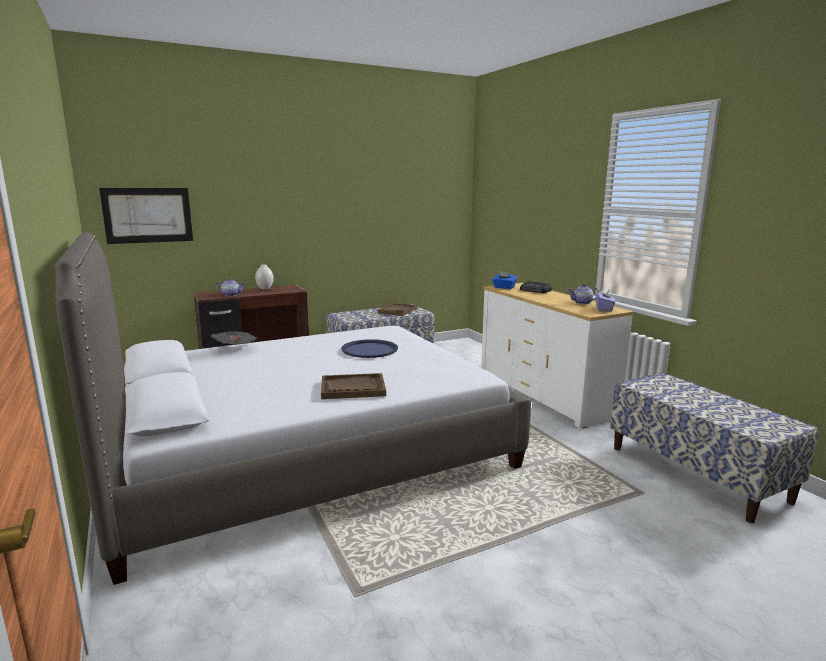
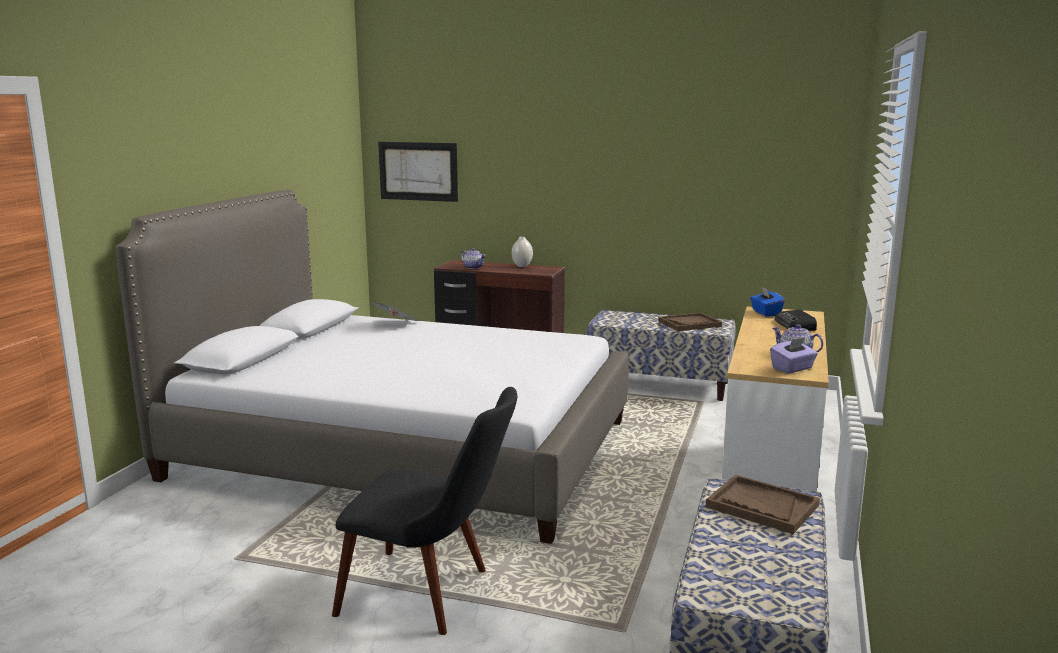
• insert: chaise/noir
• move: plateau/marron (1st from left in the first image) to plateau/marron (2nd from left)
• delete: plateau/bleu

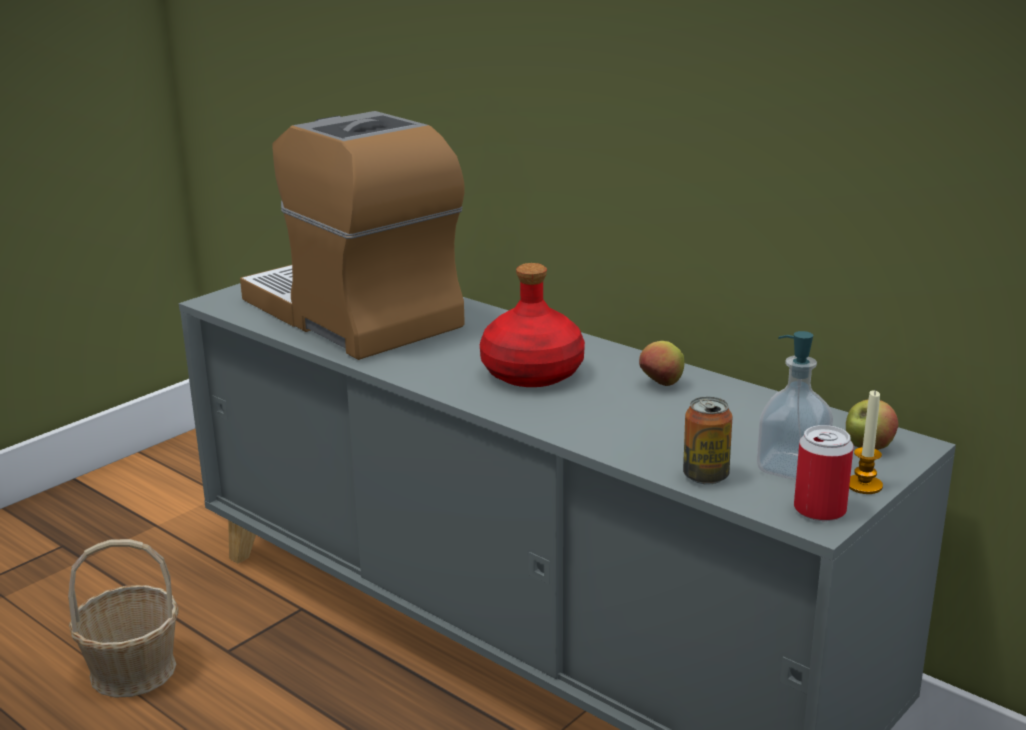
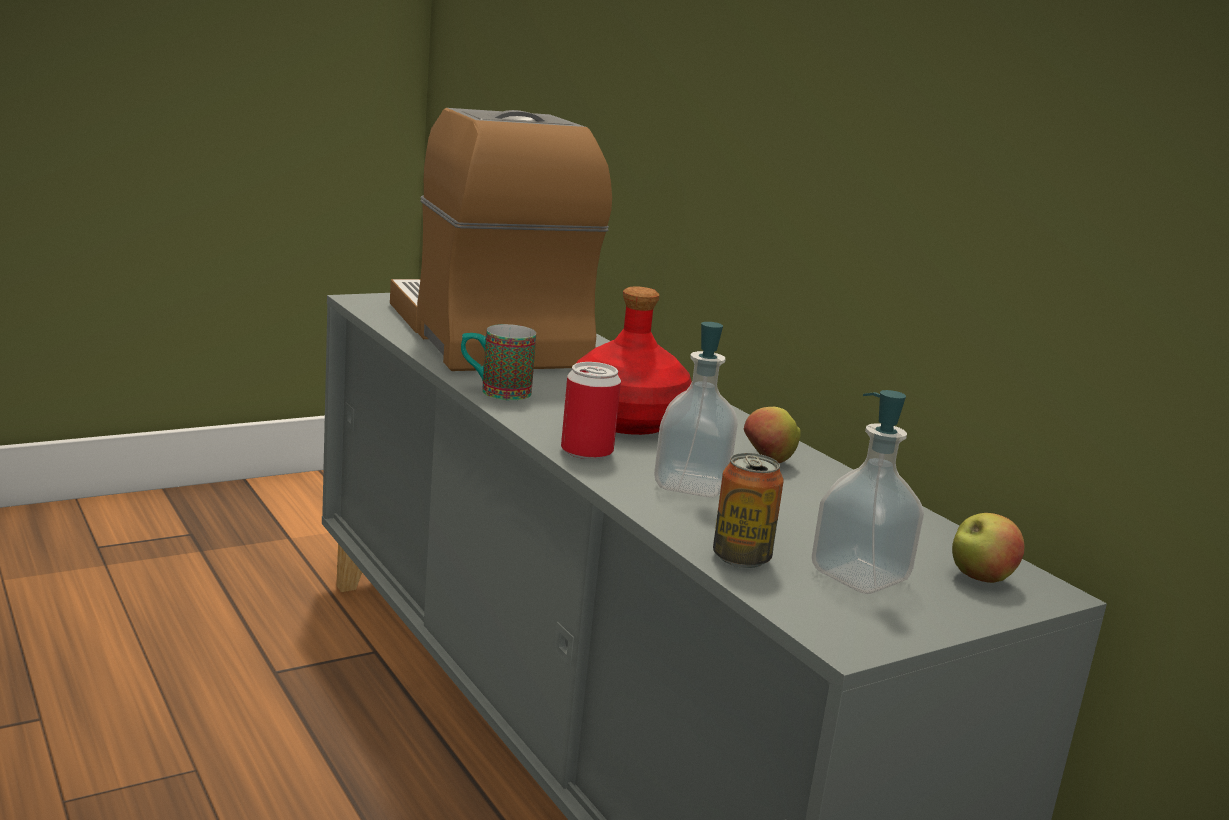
• insert: mug
• move: boîte métallique (2nd from left in the first image) to boîte métallique (1st from left)
• insert: distributeur de savon (1st from left)
• delete: panier
• delete: bougie

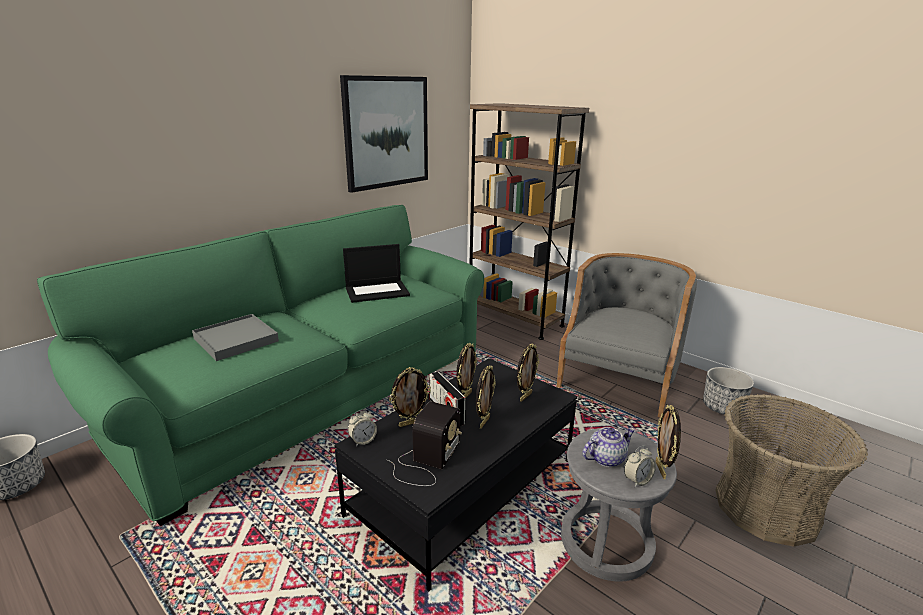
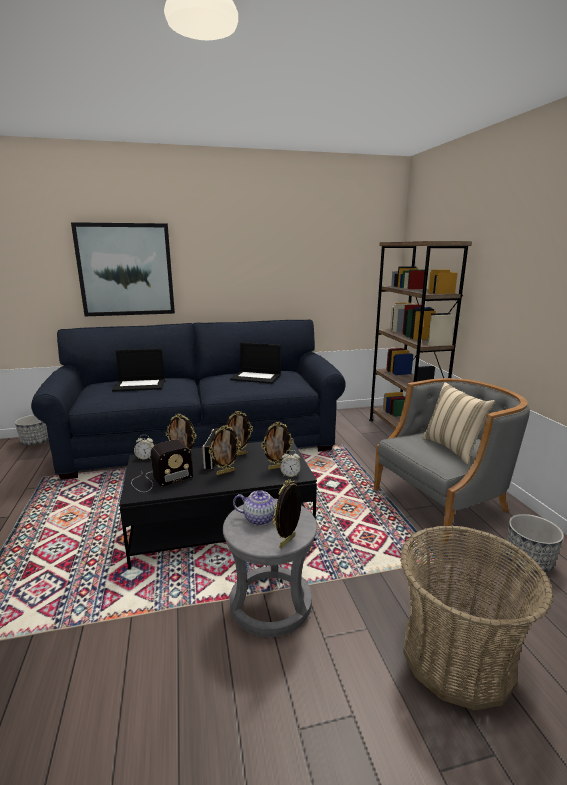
• recolor: canapé/vert to canapé/bleu
• move: tableau
• replace: plateau/gris to ordinateur portable (1st from left)
• move: réveil (2nd from left)
• insert: coussin/beige

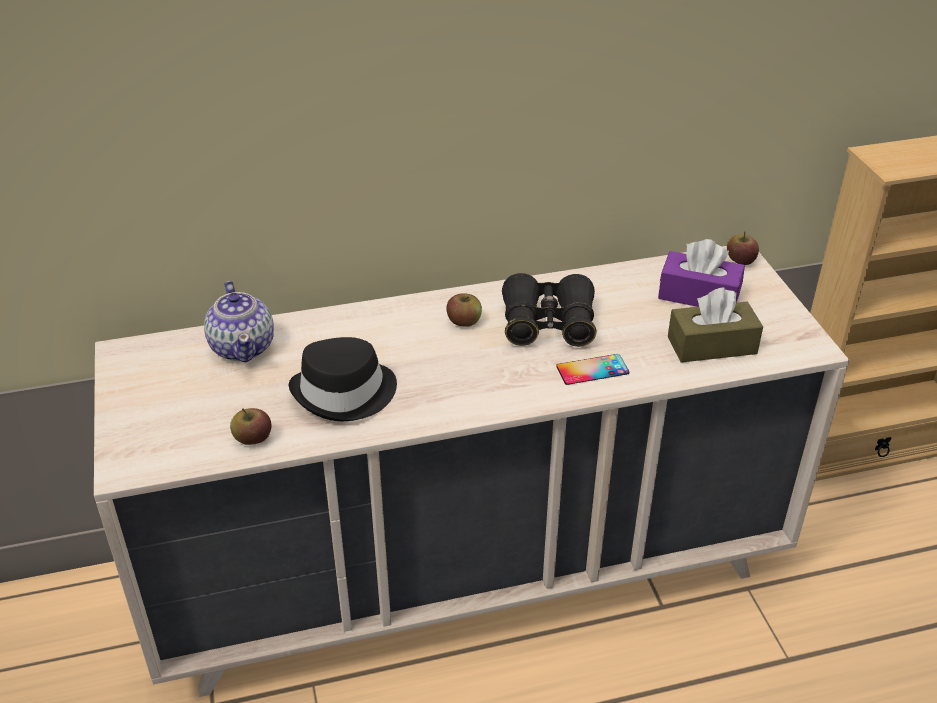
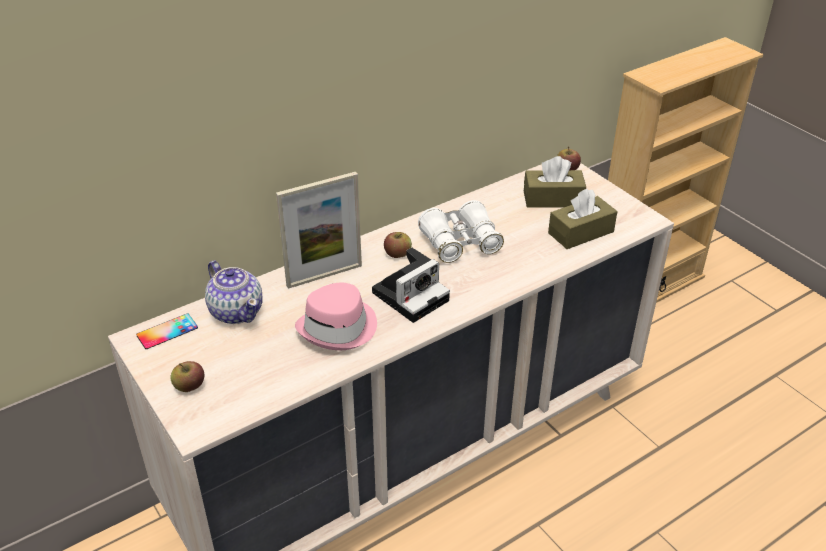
• move: téléphone
• move: pomme (1st from left)
• insert: cadre photo
• recolor: chapeau/noir to chapeau/rose
• insert: appareil photo
• recolor: jumelles/noir to jumelles/blanc
• recolor: boîte à mouchoirs/violet to boîte à mouchoirs/marron (1st from left)

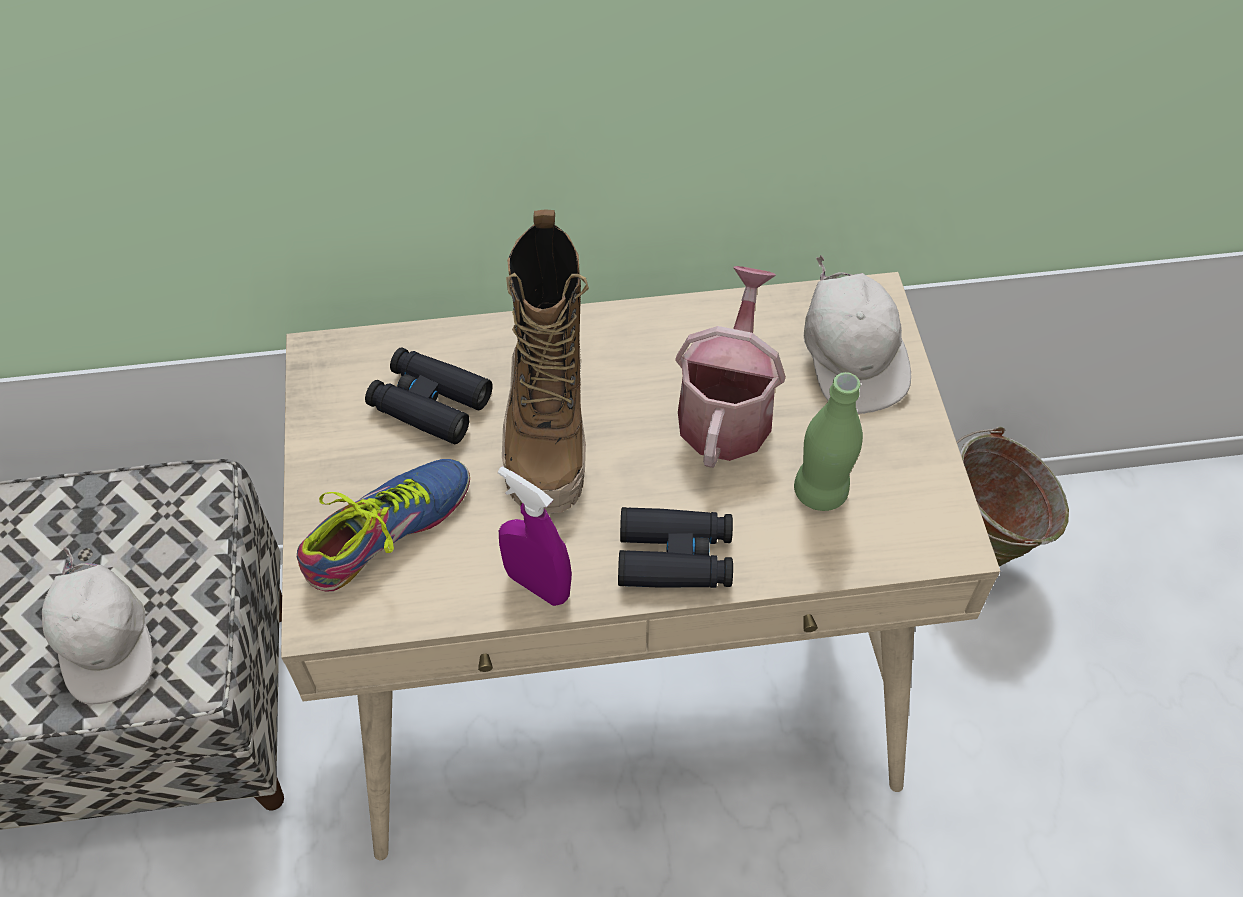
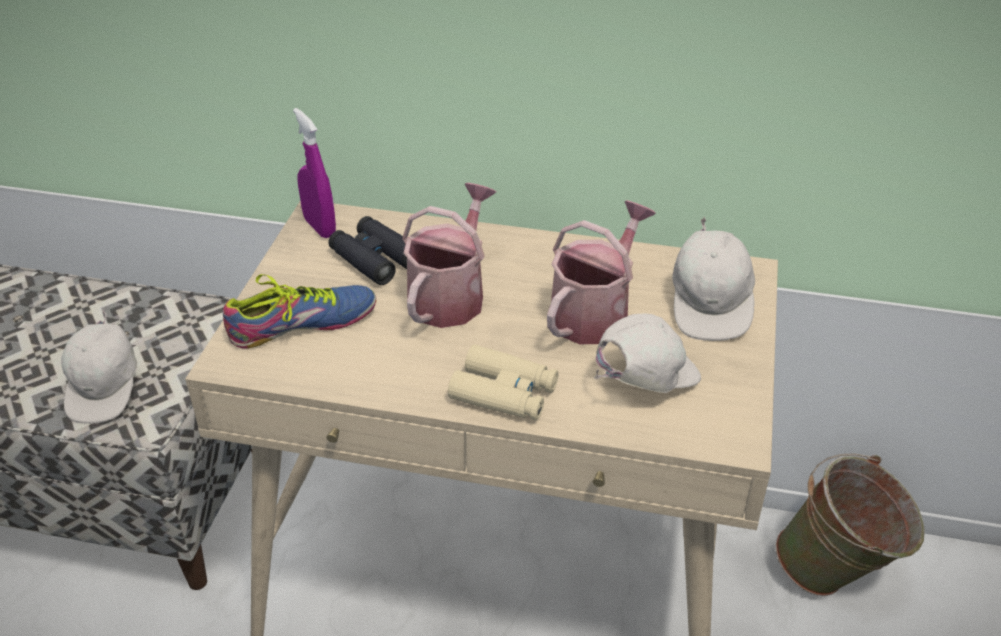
• move: vaporisateur/violet
• replace: botte to arrosoir (1st from left)
• recolor: jumelles/noir (2nd from left) to jumelles/beige
• replace: bouteille/vert to casquette/blanc (2nd from left)

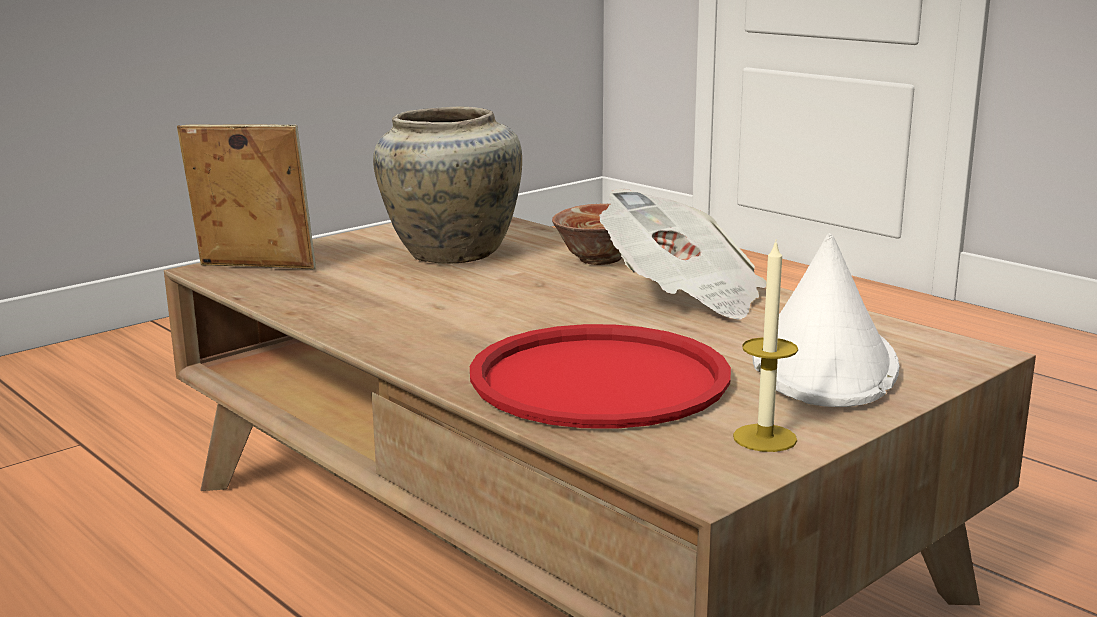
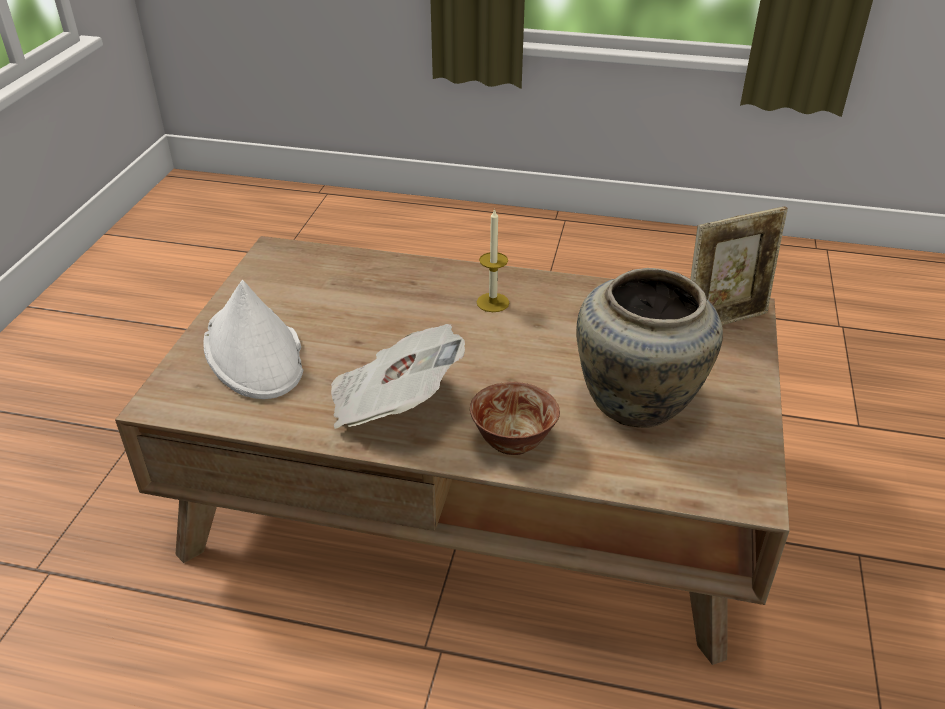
• move: bougie
• delete: plateau/rouge

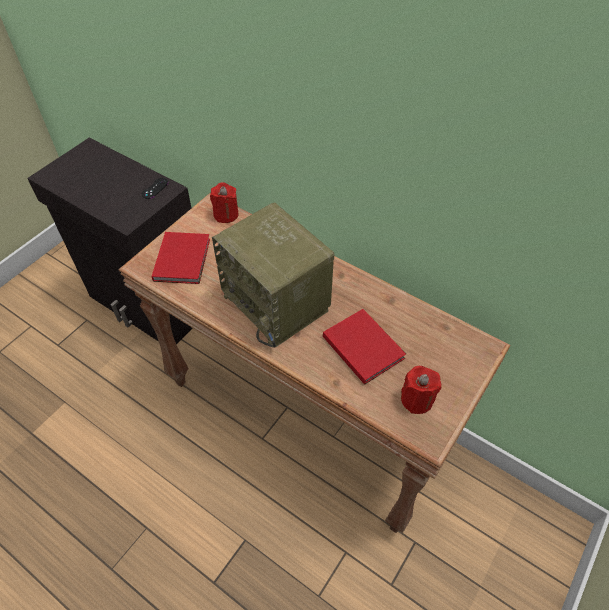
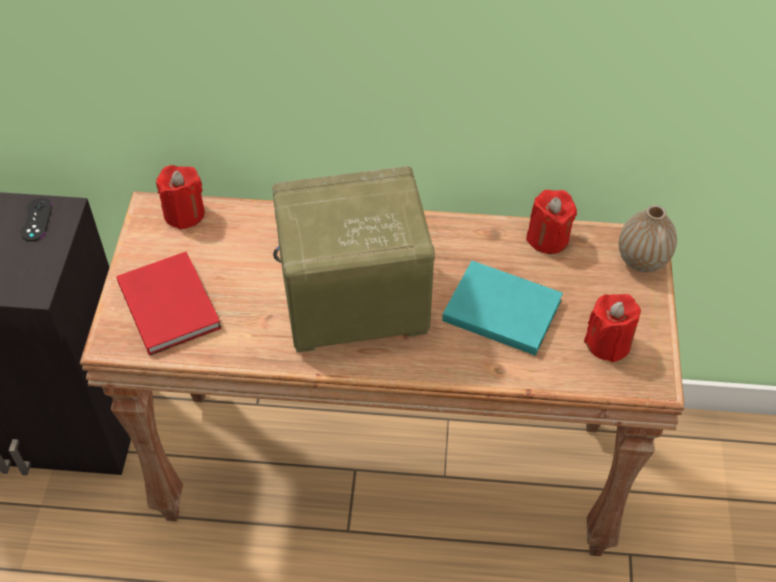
• rotate: radio 150 degrees clockwise
• recolor: livre/rouge (2nd from left) to livre/turquoise
• insert: bougie/rouge (2nd from left)
• insert: vase

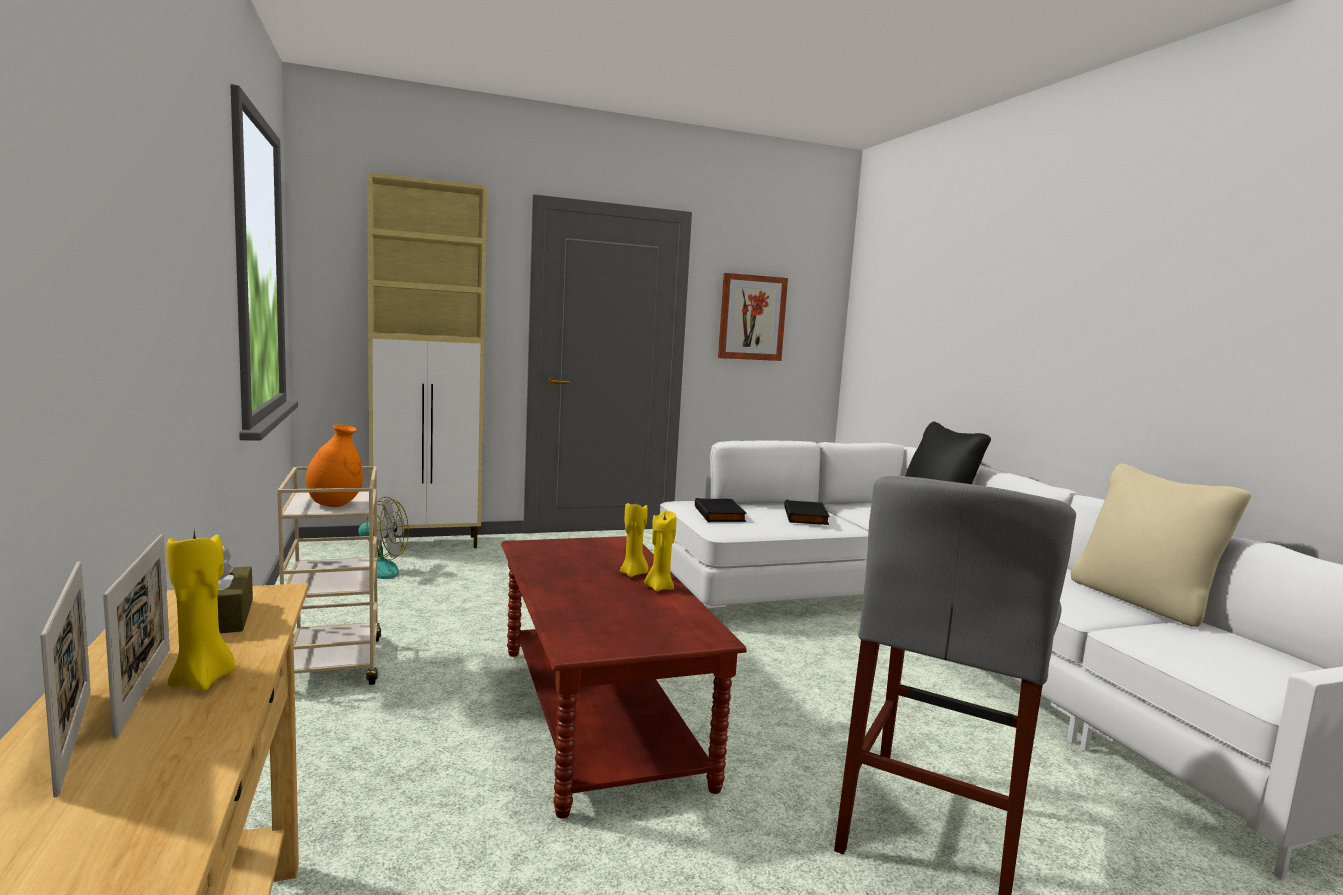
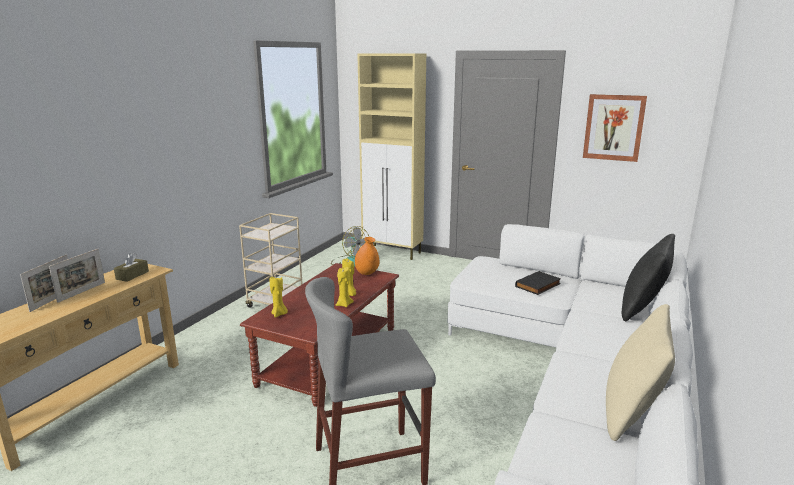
• move: bougie/jaune (1st from left)
• move: vase/orange
• delete: livre/noir (1st from left)

